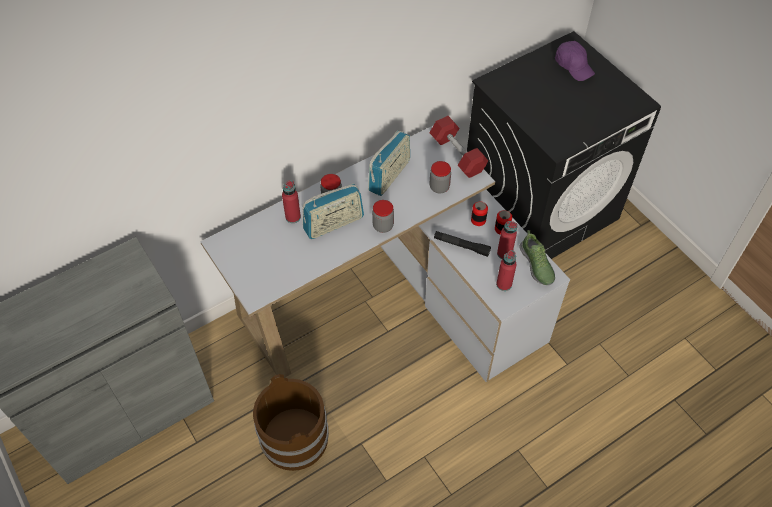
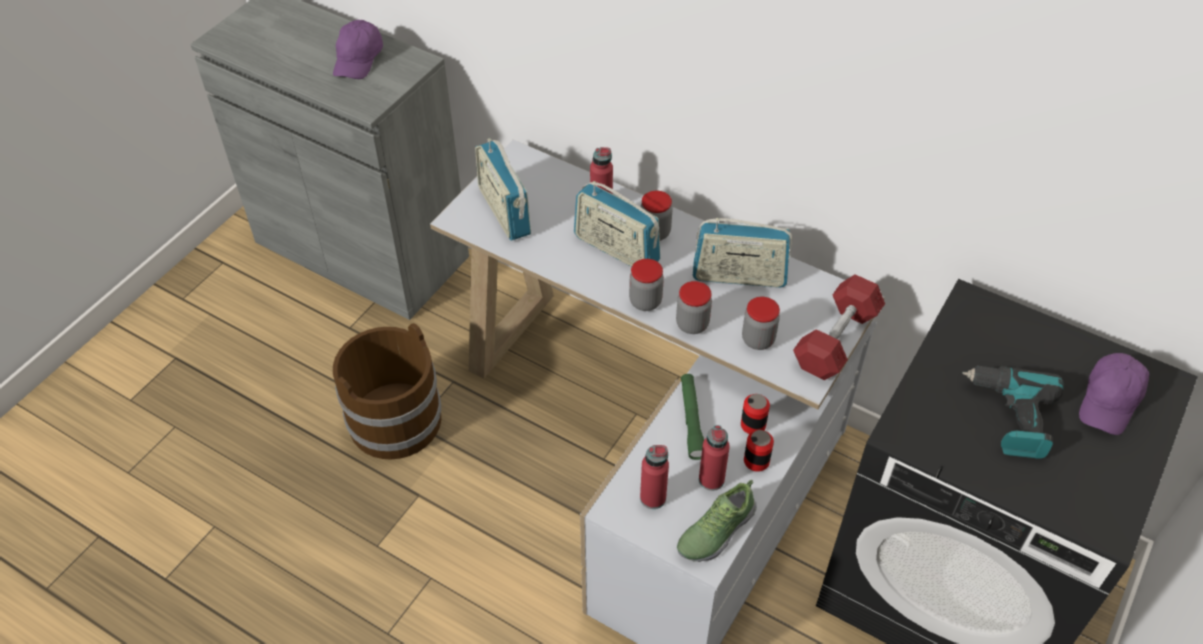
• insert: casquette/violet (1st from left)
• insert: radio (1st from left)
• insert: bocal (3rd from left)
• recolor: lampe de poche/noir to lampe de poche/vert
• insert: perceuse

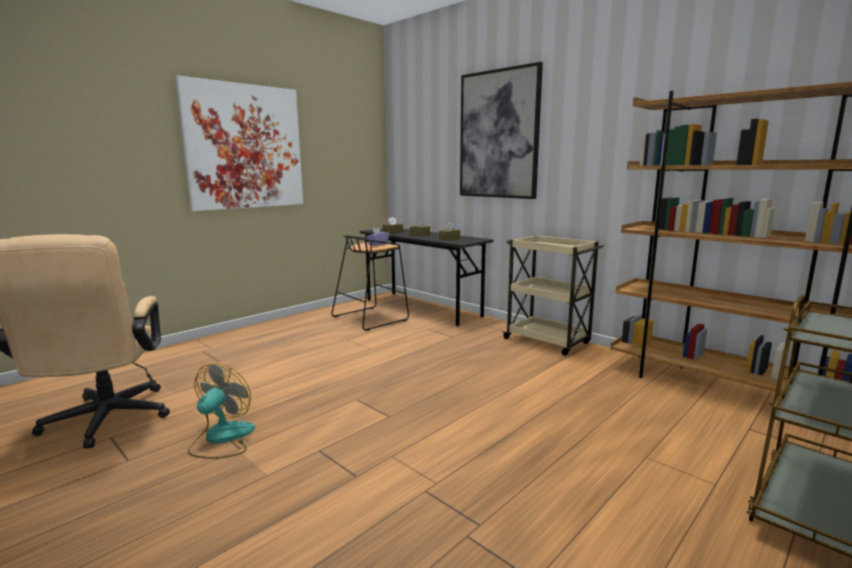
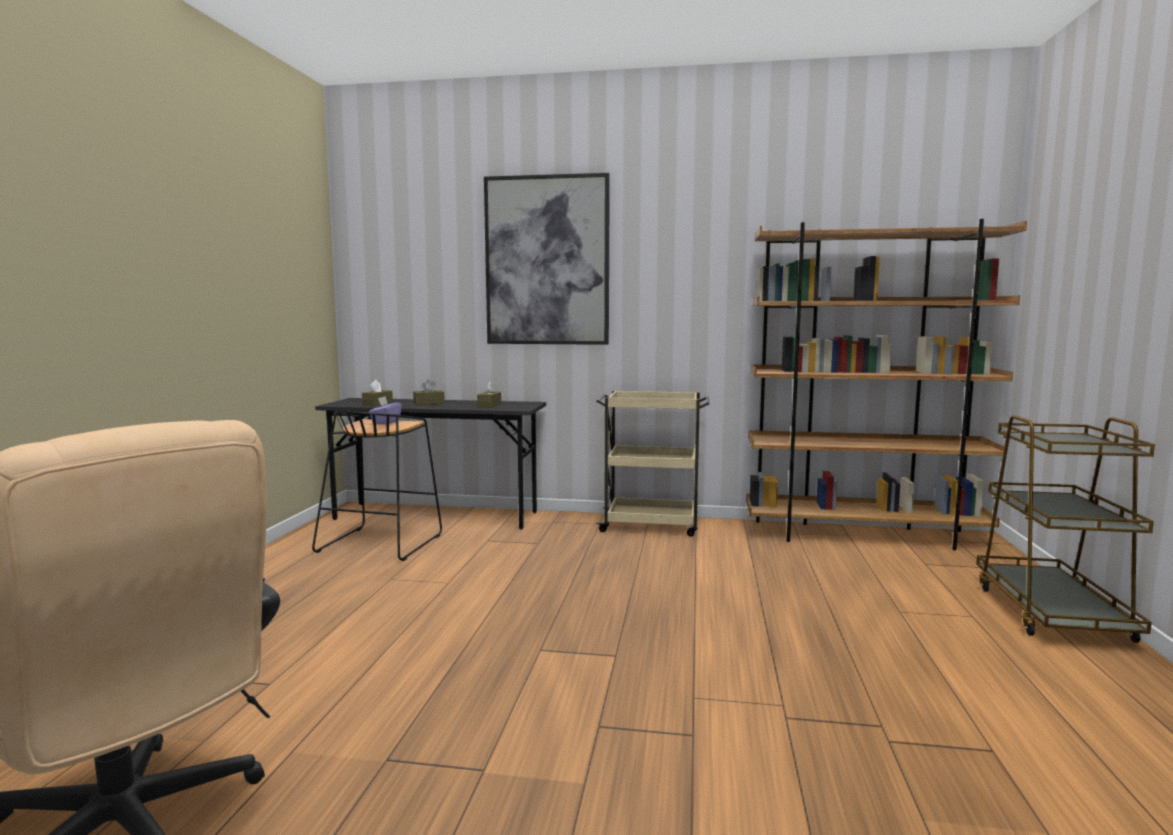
• delete: tableau (1st from left)
• delete: ventilateur

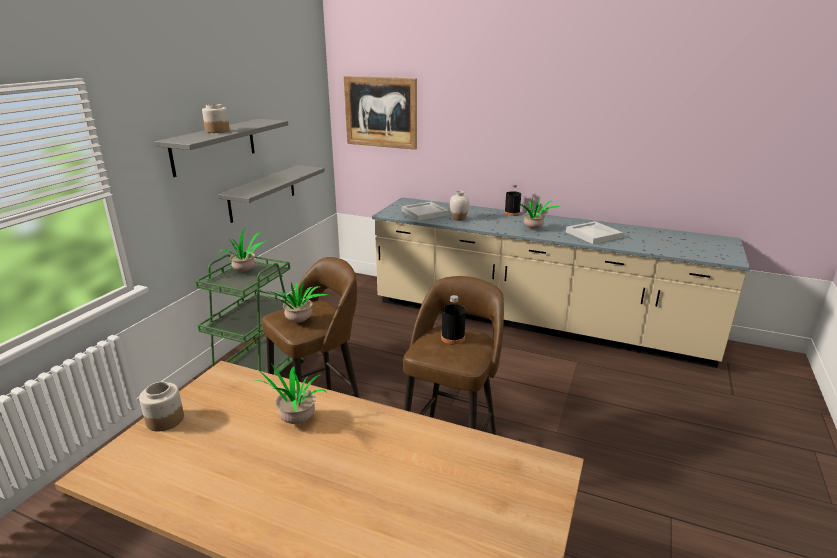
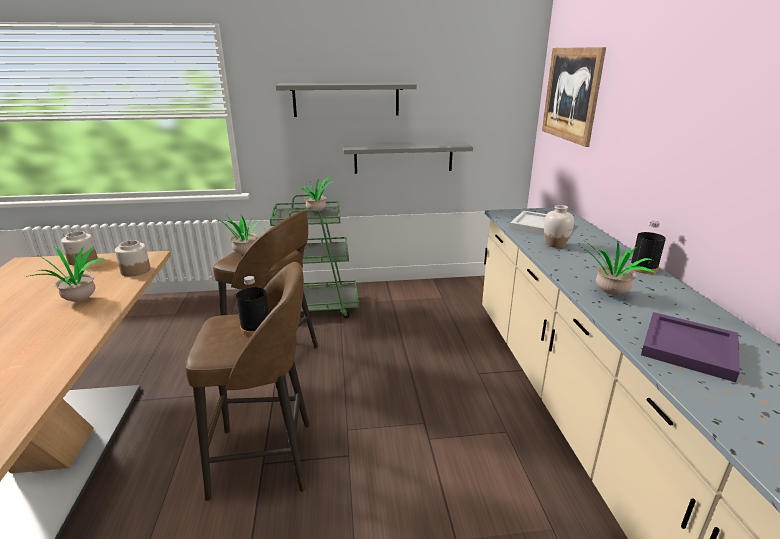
• move: bocal (2nd from left)
• recolor: plateau/blanc (2nd from left) to plateau/violet

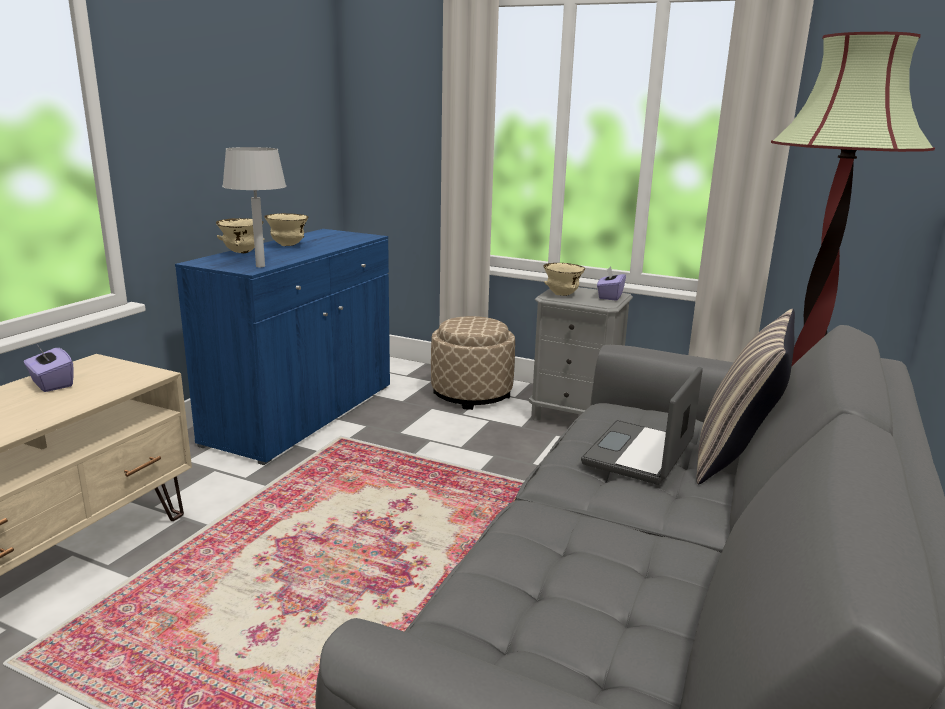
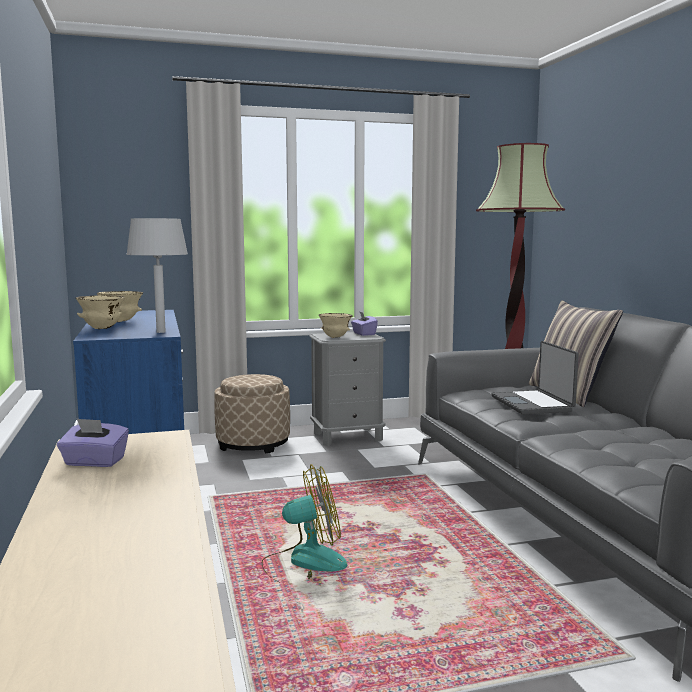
• insert: ventilateur

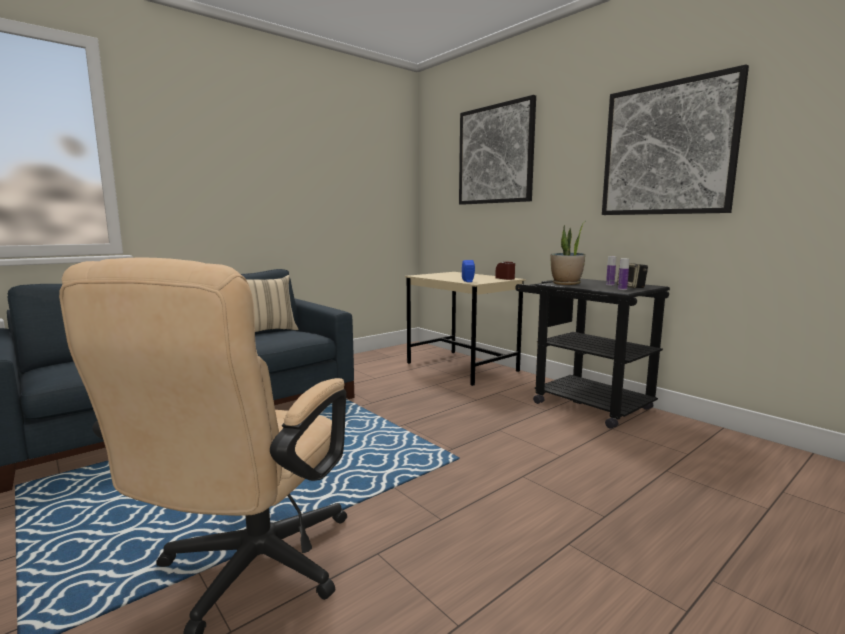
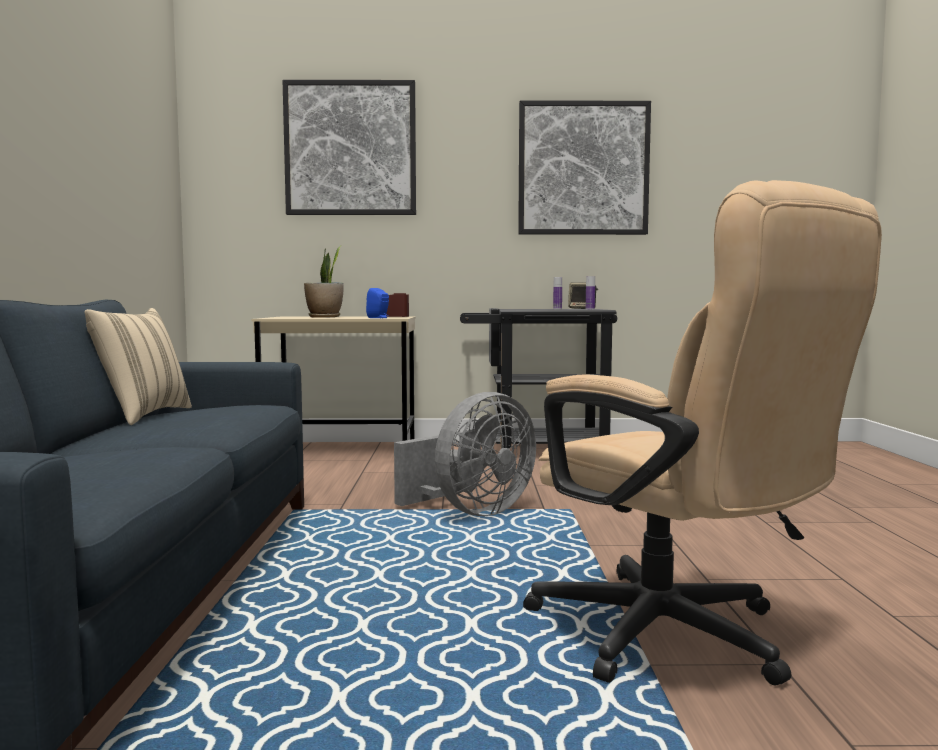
• move: plante en pot
• insert: ventilateur/gris

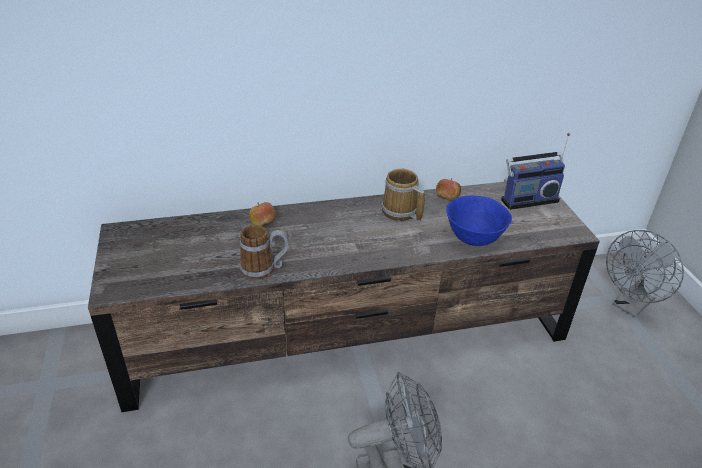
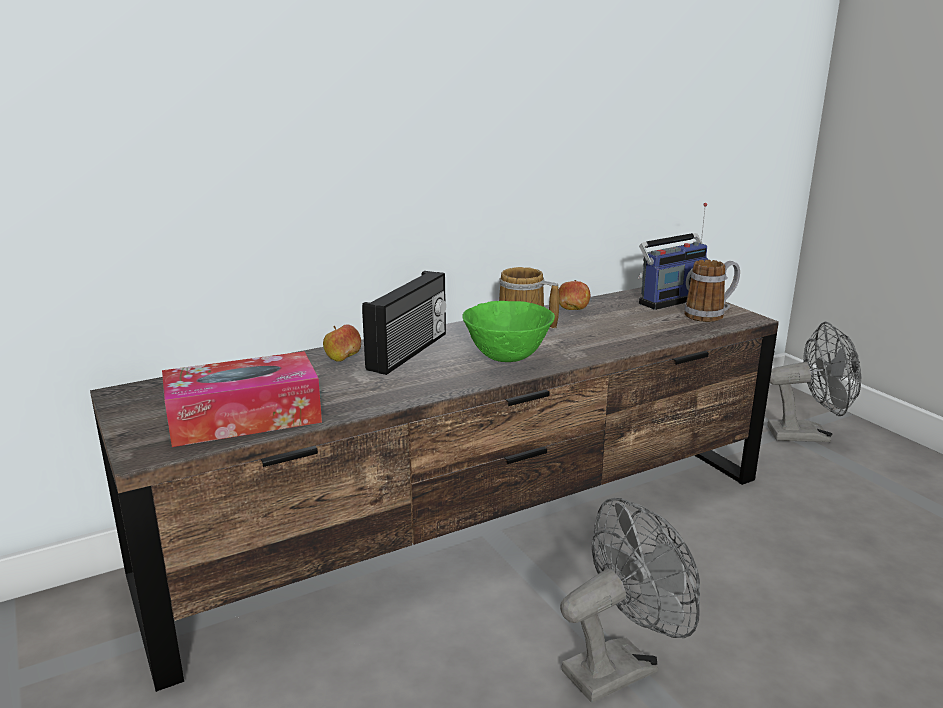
• insert: boîte à mouchoirs
• insert: radio (1st from left)
• insert: bol/vert
• move: mug (1st from left in the first image) to mug (2nd from left)
• rotate: ventilateur/gris (2nd from left) 120 degrees counterclockwise
• delete: bol/bleu

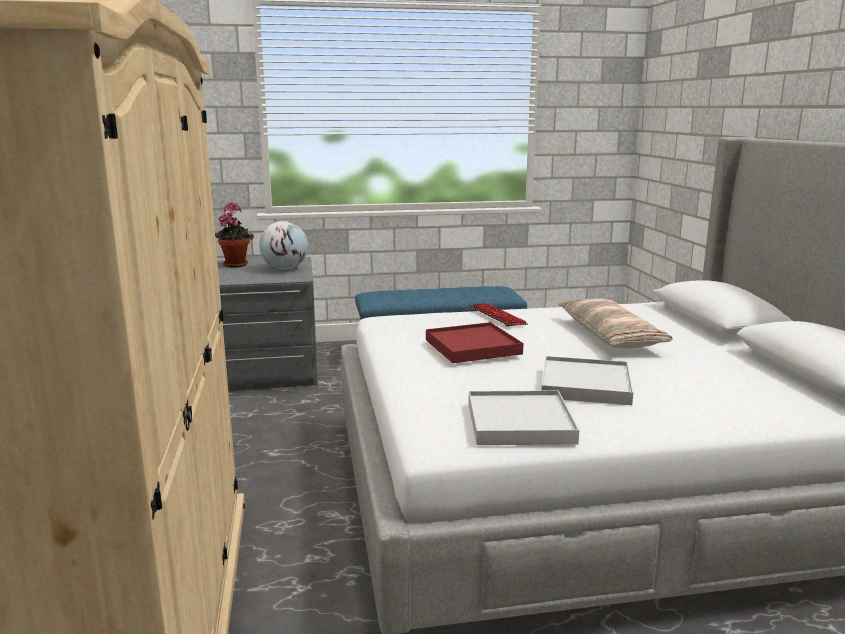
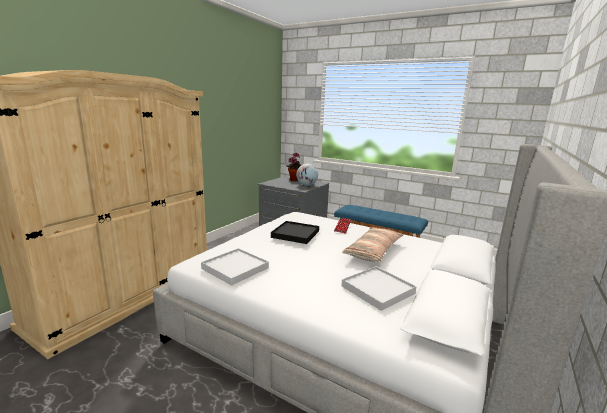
• recolor: plateau/rouge to plateau/noir
• move: plateau/blanc (2nd from left)

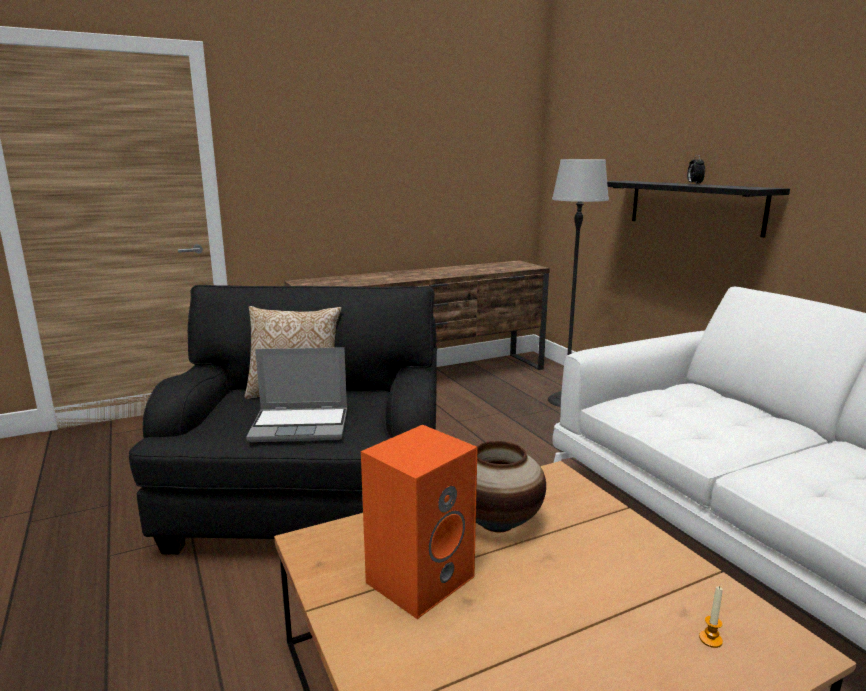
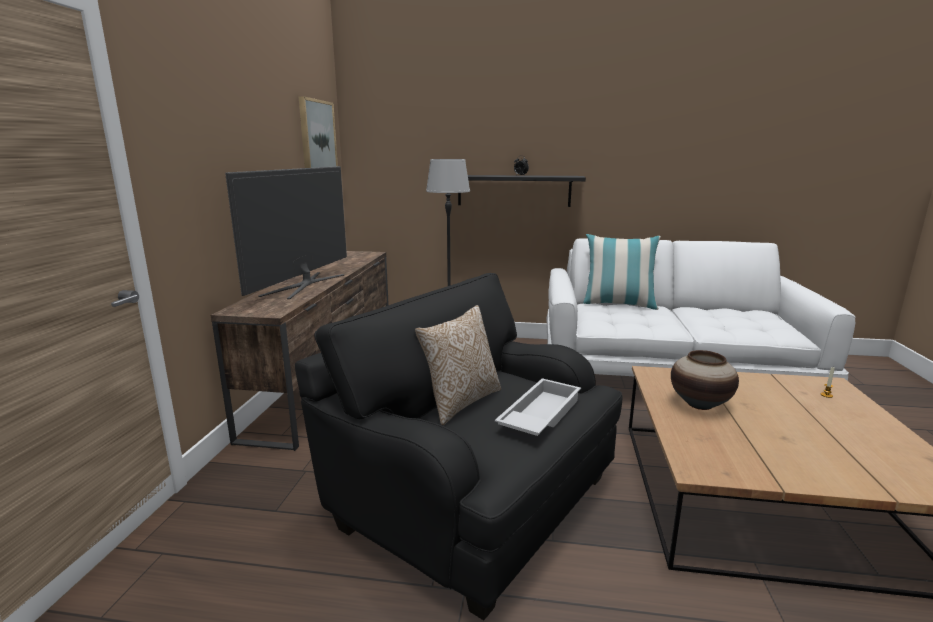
• insert: téléviseur
• insert: tableau
• replace: ordinateur portable to plateau/blanc
• insert: coussin (2nd from left)
• delete: enceinte/orange

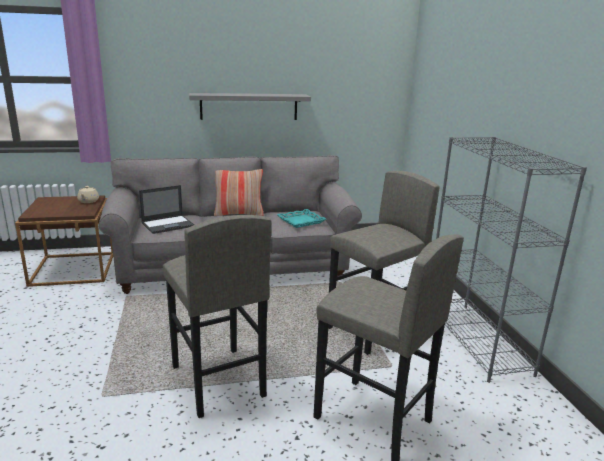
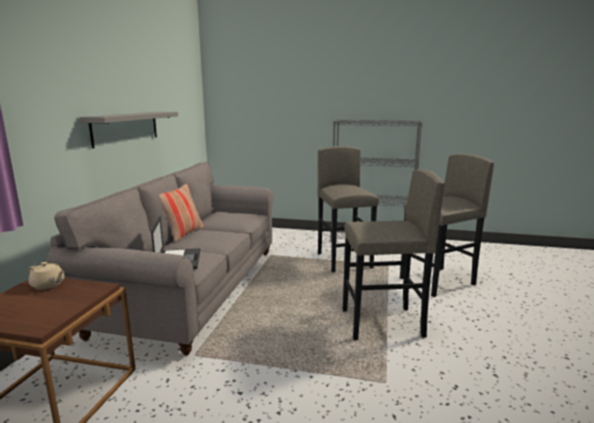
• delete: plateau/turquoise

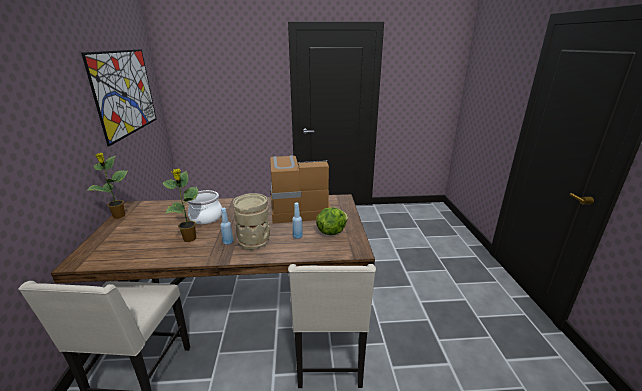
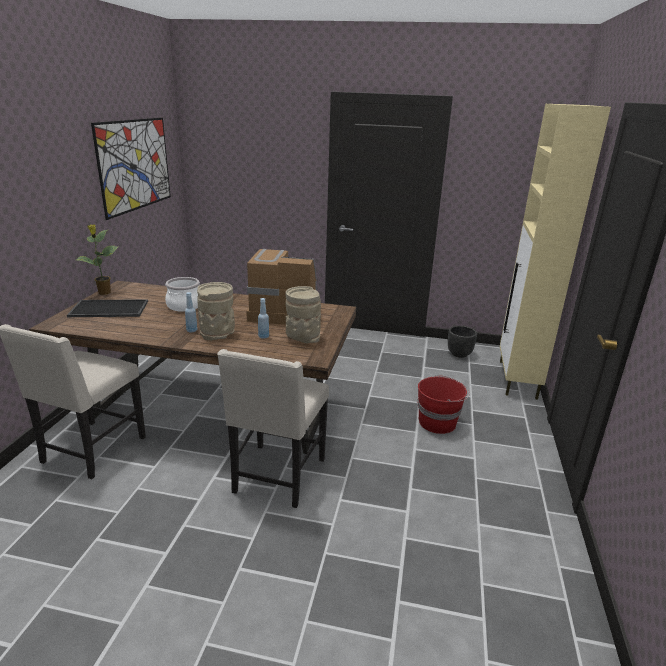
• insert: plateau
• replace: laitue to vase/beige (2nd from left)
• insert: seau/rouge
• insert: cache-pot/noir
• insert: meuble de rangement/beige
• delete: plante en pot (2nd from left)

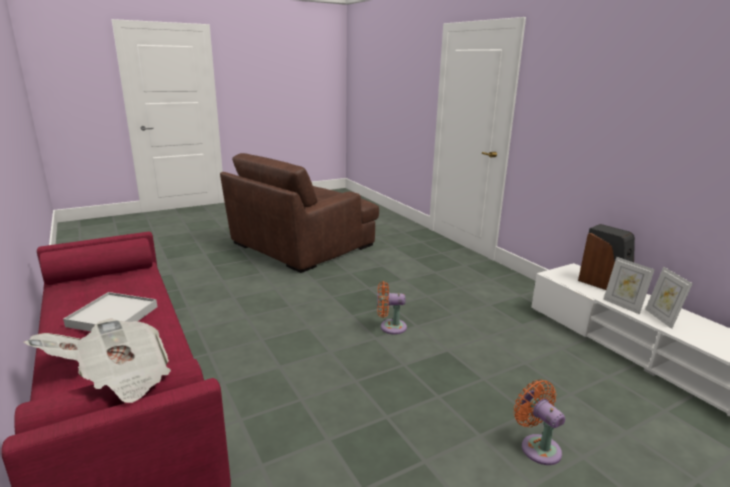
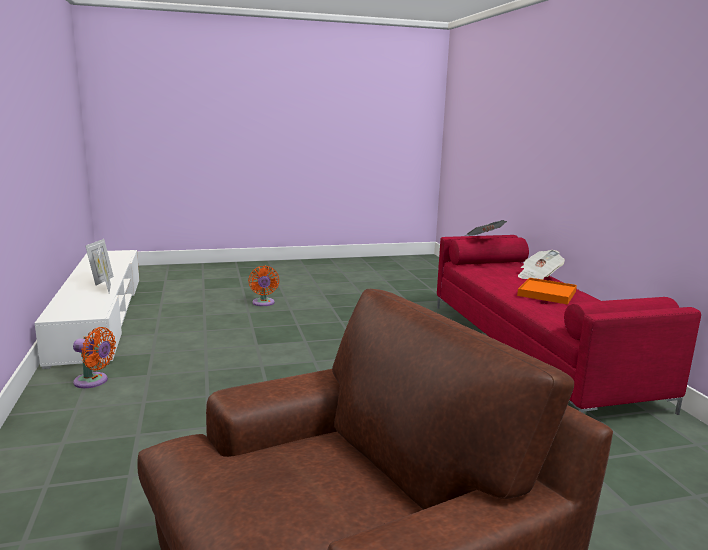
• move: ventilateur/orange (1st from left)
• recolor: plateau/blanc to plateau/orange
• delete: enceinte

